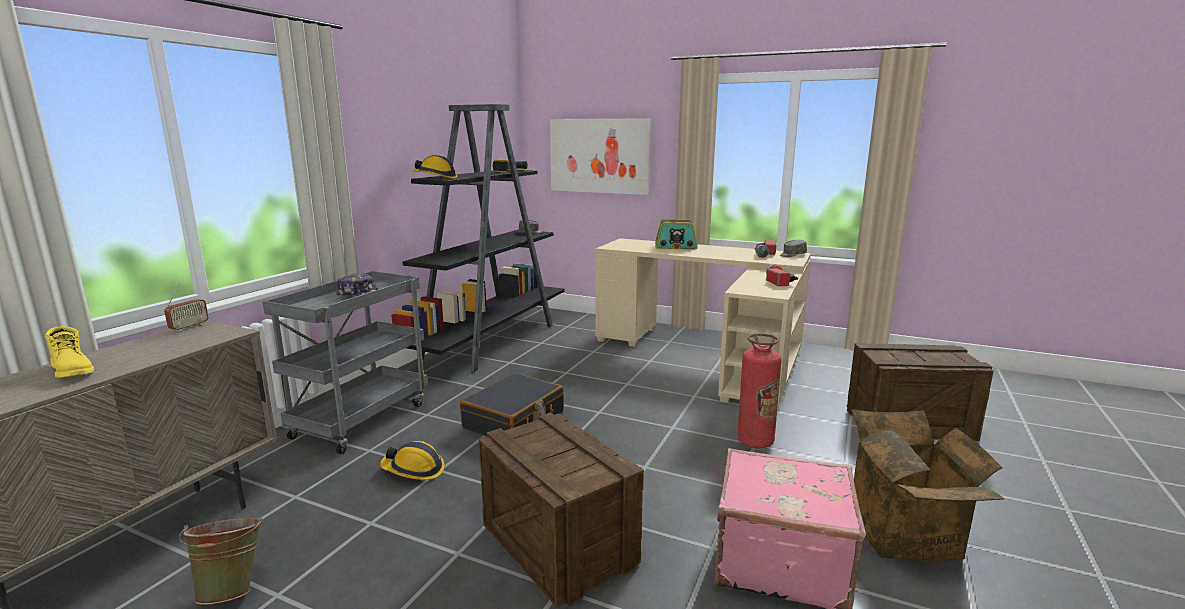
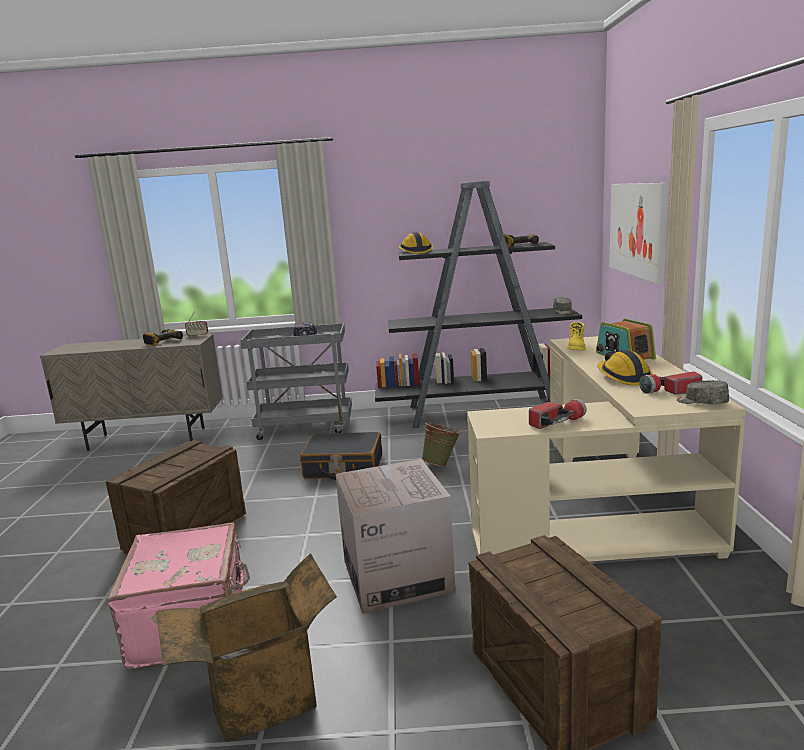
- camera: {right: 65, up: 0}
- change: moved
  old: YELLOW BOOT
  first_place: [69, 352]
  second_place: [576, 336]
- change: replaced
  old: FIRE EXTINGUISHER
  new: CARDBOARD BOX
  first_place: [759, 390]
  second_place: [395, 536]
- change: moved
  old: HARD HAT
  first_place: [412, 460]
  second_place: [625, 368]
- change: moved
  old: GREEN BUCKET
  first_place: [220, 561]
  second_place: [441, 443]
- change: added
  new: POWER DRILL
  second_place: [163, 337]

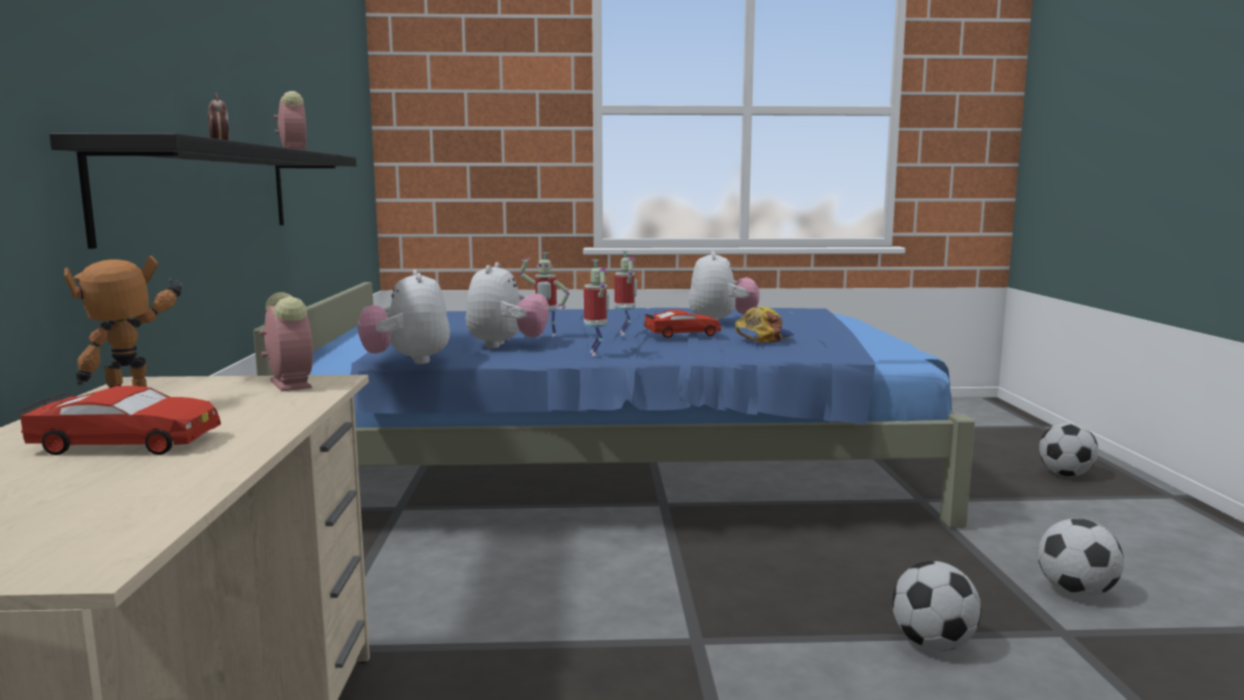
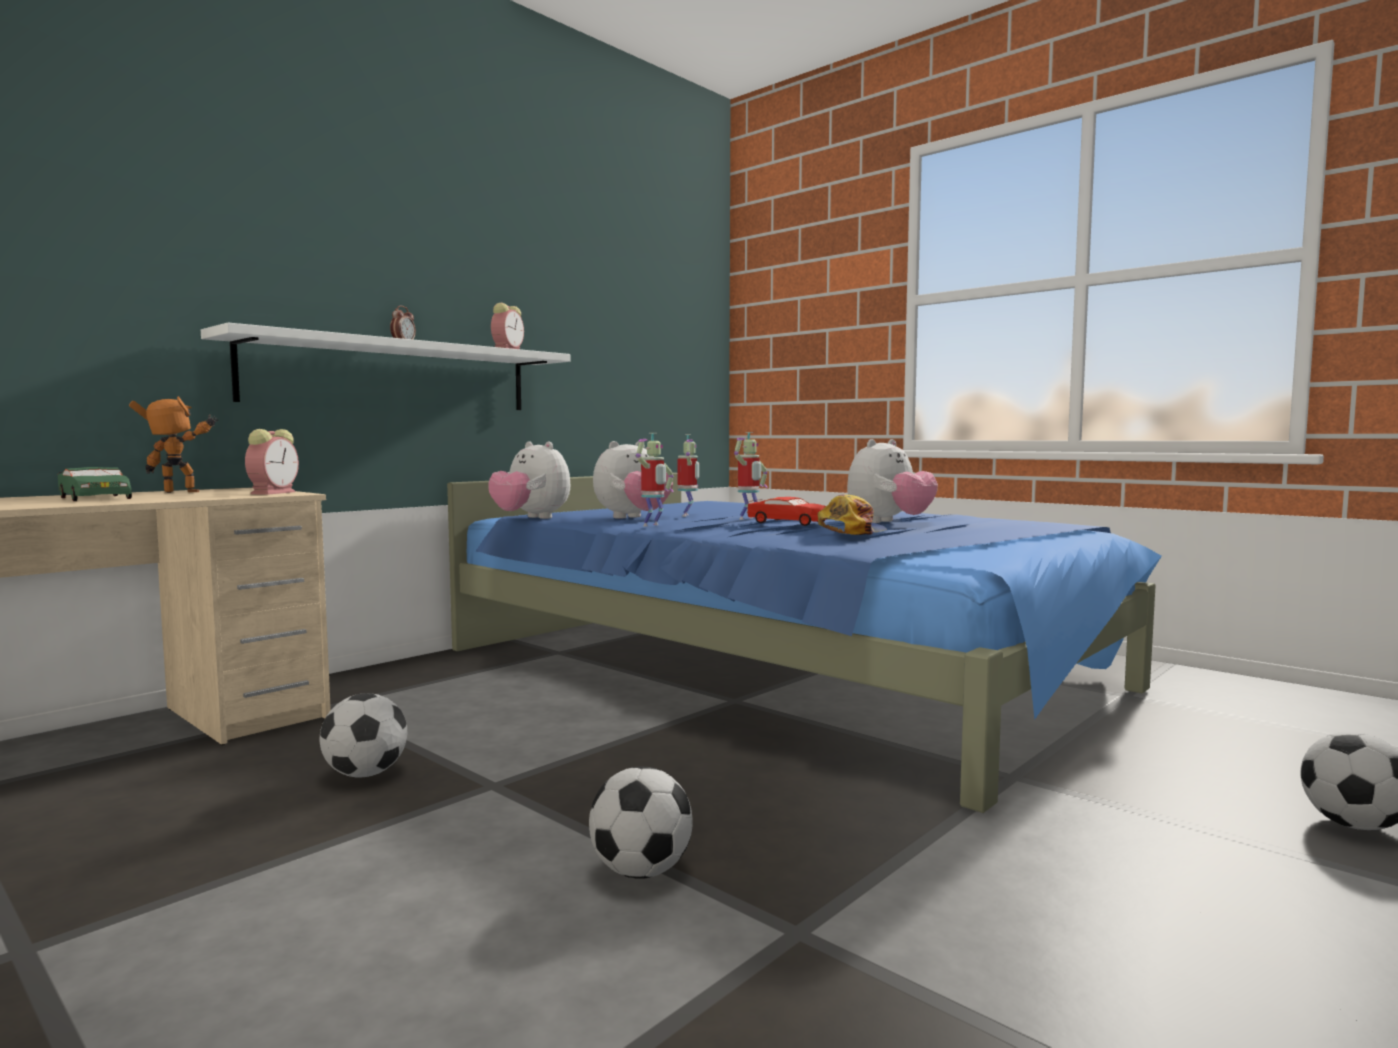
- camera: {right: 45, up: -5}
- change: recoloured
  old: BLACK SHELF
  new: WHITE SHELF
  first_place: [202, 191]
  second_place: [386, 366]
- change: turned
  old: TOY ROBOT
  first_place: [545, 294]
  second_place: [688, 475]
  degrees: -135
- change: turned
  old: PLUSH TOY
  first_place: [404, 317]
  second_place: [529, 480]
  degrees: -75
- change: turned
  old: CAP
  first_place: [764, 325]
  second_place: [852, 514]
  degrees: -45
- change: recoloured
  old: RED TOY CAR
  new: GREEN TOY CAR
  first_place: [119, 420]
  second_place: [95, 484]
- change: moved
  old: FOOTBALL
  first_place: [1081, 558]
  second_place: [363, 735]

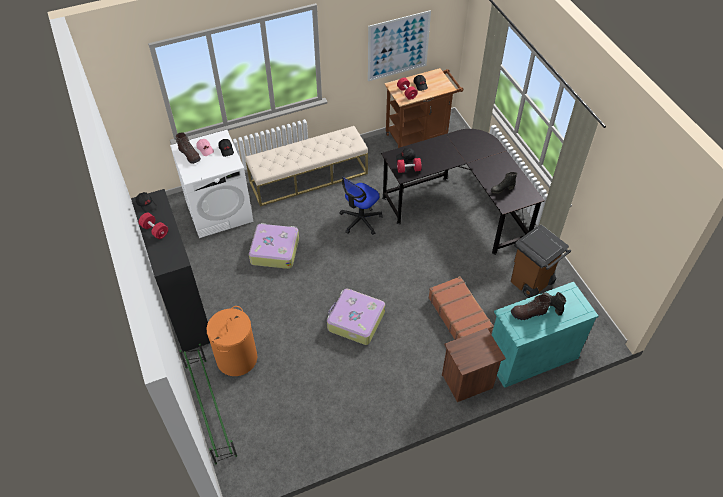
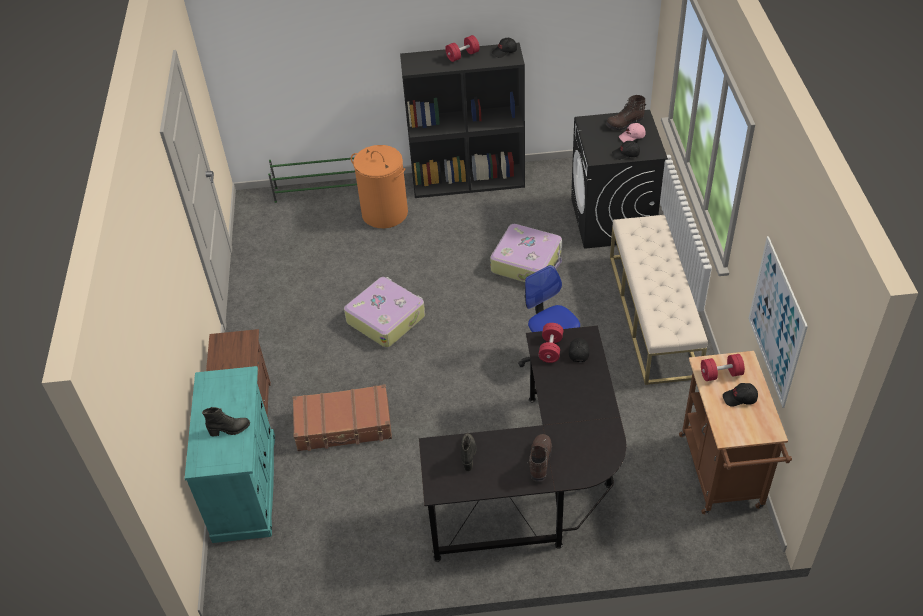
- camera: {right: 110, up: -5}
- change: recoloured
  old: WHITE WASHING MACHINE
  new: BLACK WASHING MACHINE
  first_place: [212, 184]
  second_place: [619, 179]
- change: removed
  old: BROWN TRASH CAN
  first_place: [541, 261]
- change: moved
  old: BROWN BOOT
  first_place: [531, 307]
  second_place: [539, 458]

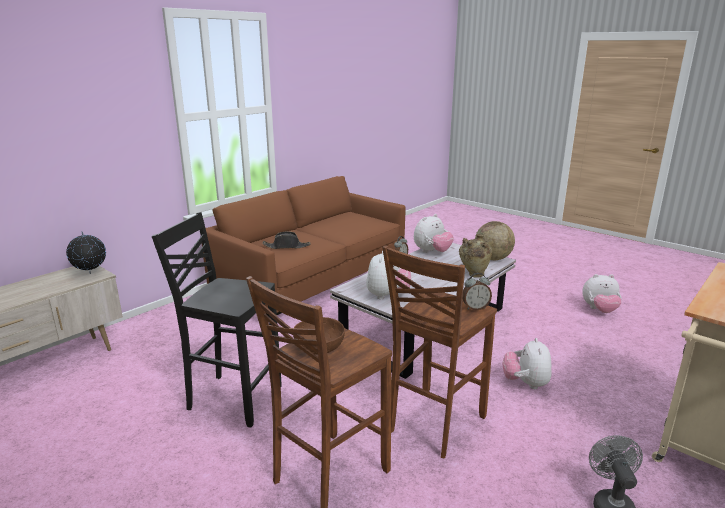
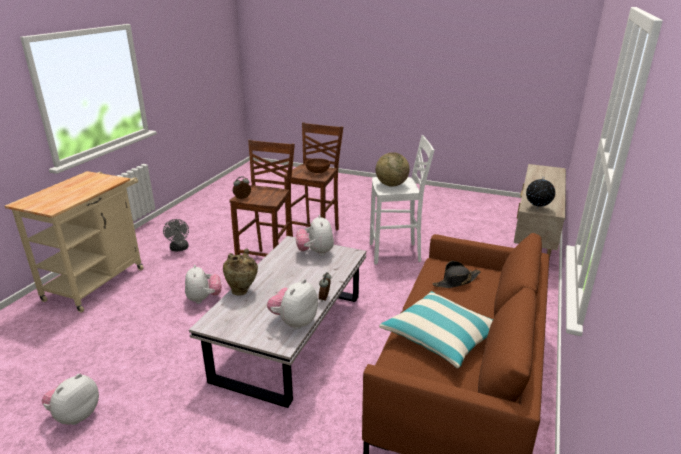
- camera: {right: 160, up: 5}
- change: recoloured
  old: BLACK STOOL
  new: WHITE STOOL
  first_place: [217, 320]
  second_place: [402, 199]
- change: moved
  old: GLOBE
  first_place: [495, 240]
  second_place: [393, 169]
- change: turned
  old: PLUSH TOY
  first_place: [602, 293]
  second_place: [70, 399]
  degrees: -45
- change: added
  new: PILLOW
  second_place: [436, 329]

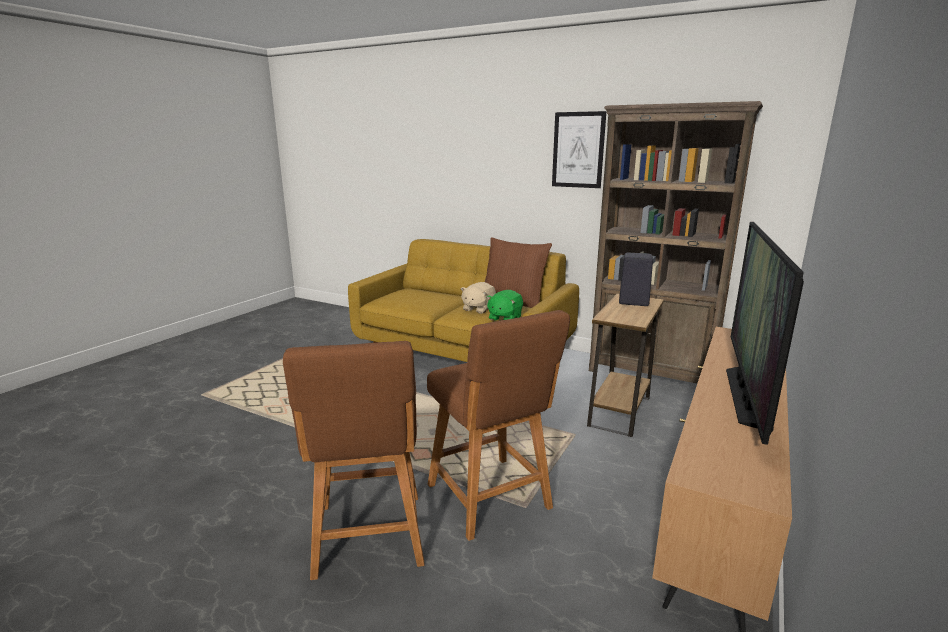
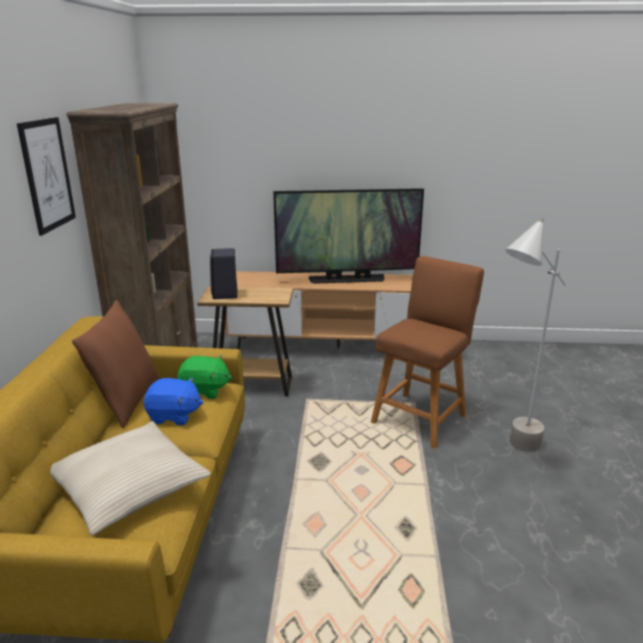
- camera: {right: -115, up: 5}
- change: recoloured
  old: BEIGE PLUSH TOY
  new: BLUE PLUSH TOY
  first_place: [478, 298]
  second_place: [173, 401]
- change: replaced
  old: BROWN STOOL
  new: GREY FLOOR LAMP
  first_place: [354, 460]
  second_place: [535, 334]
- change: added
  new: BEIGE PILLOW
  second_place: [130, 478]

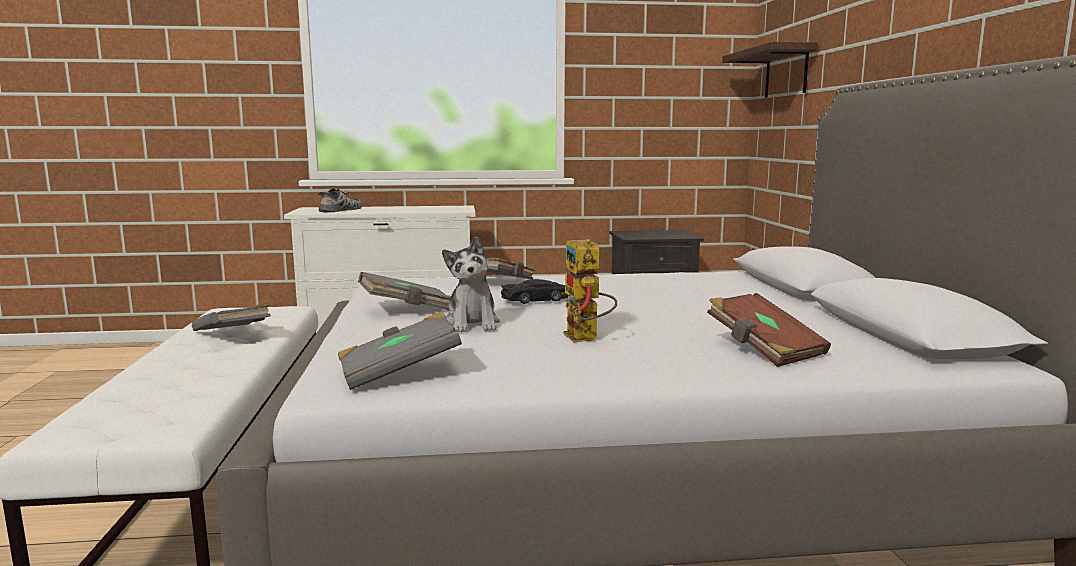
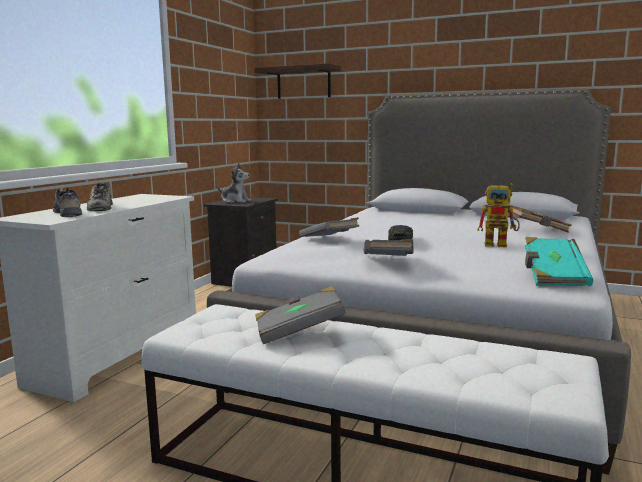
- camera: {right: -60, up: 0}
- change: moved
  old: PLUSH TOY
  first_place: [471, 284]
  second_place: [234, 183]
- change: recoloured
  old: GREY BOOK
  new: TURQUOISE BOOK
  first_place: [400, 350]
  second_place: [559, 261]
- change: added
  new: SHOE
  second_place: [100, 197]

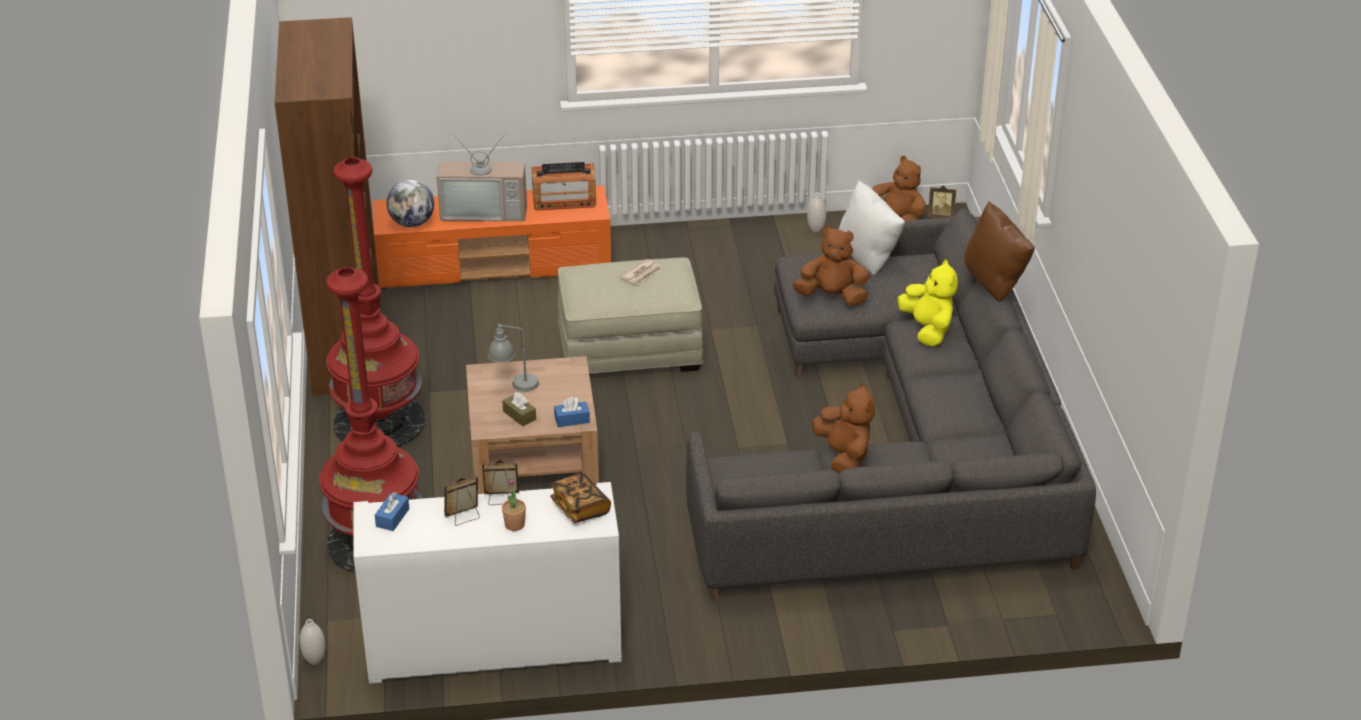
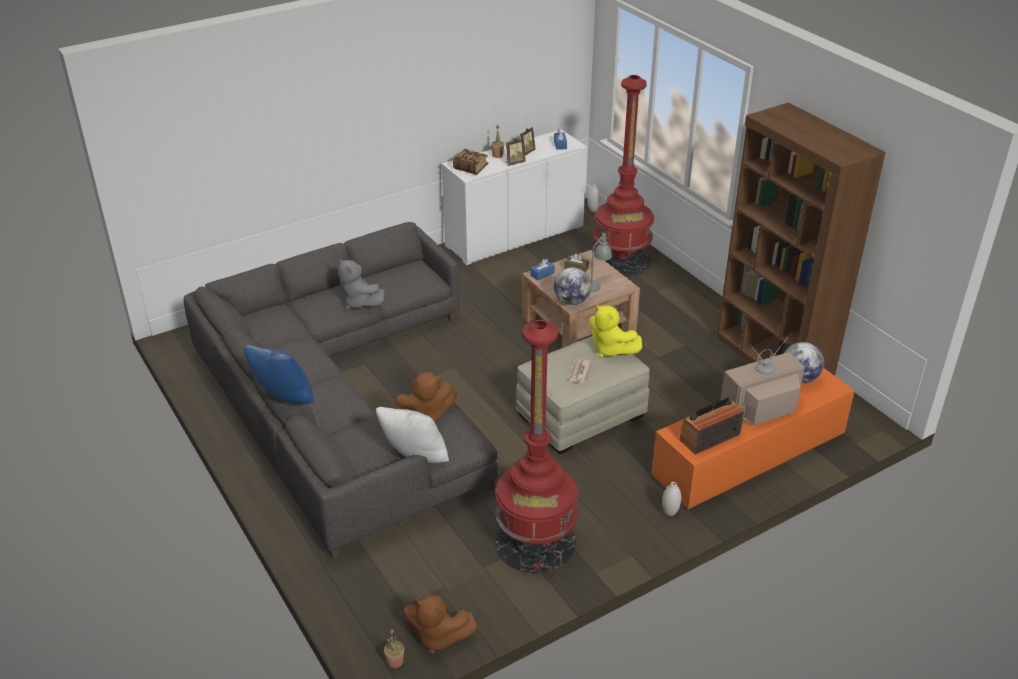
- camera: {right: 155, up: 0}
- change: moved
  old: RED FLOOR LAMP
  first_place: [376, 302]
  second_place: [536, 446]
- change: replaced
  old: PICTURE FRAME
  new: POTTED PLANT
  first_place: [942, 202]
  second_place: [394, 648]
- change: moved
  old: WHITE VASE
  first_place: [816, 213]
  second_place: [671, 499]
- change: recoloured
  old: BROWN PILLOW
  new: BLUE PILLOW
  first_place: [999, 251]
  second_place: [279, 374]
- change: moved
  old: YELLOW PLUSH TOY
  first_place: [928, 303]
  second_place: [615, 331]
- change: recoloured
  old: BROWN PLUSH TOY
  new: GREY PLUSH TOY
  first_place: [843, 428]
  second_place: [361, 283]
- change: added
  new: GLOBE
  second_place: [572, 286]

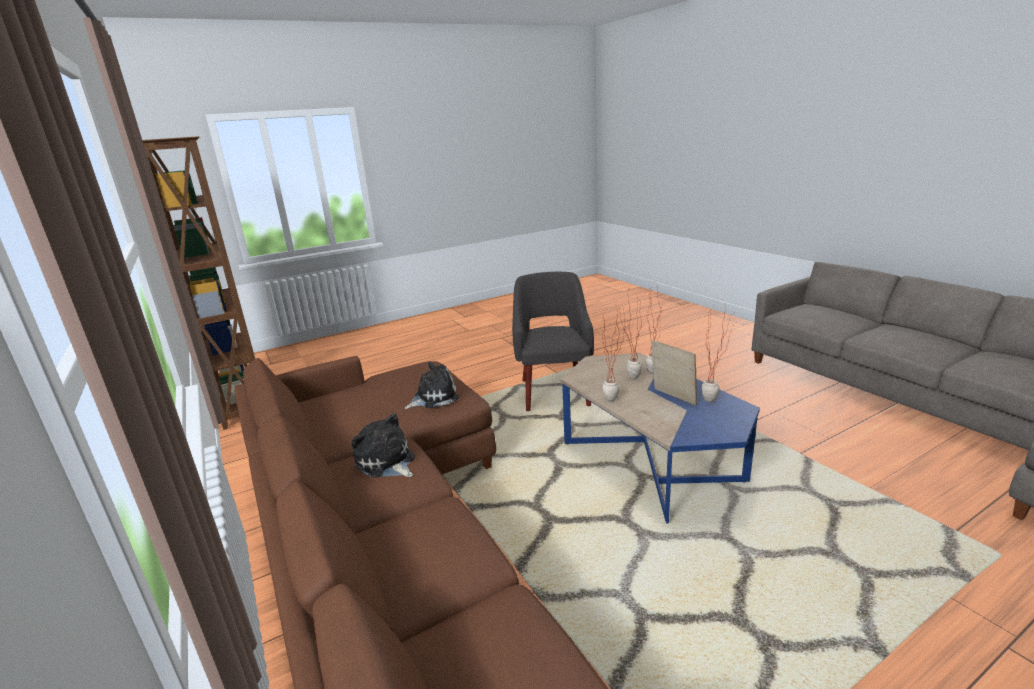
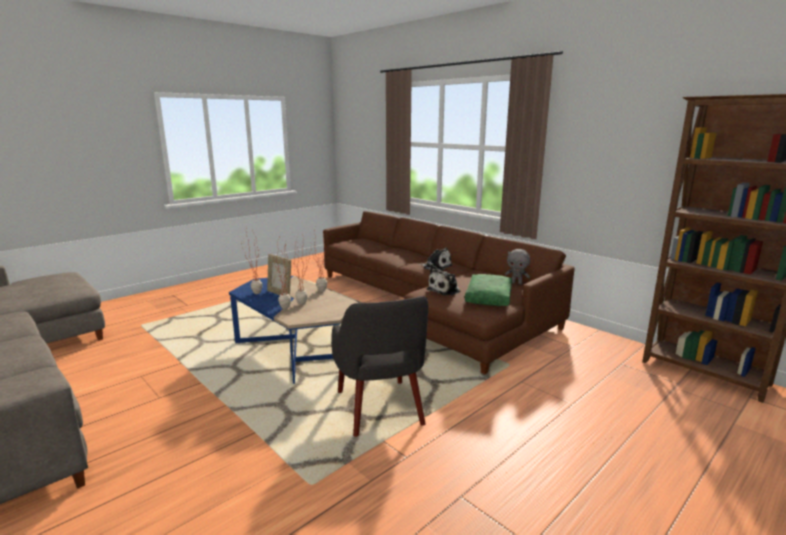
- camera: {right: 165, up: -5}
- change: added
  new: GREY PLUSH TOY
  second_place: [517, 266]
- change: added
  new: GREEN PILLOW
  second_place: [488, 290]

